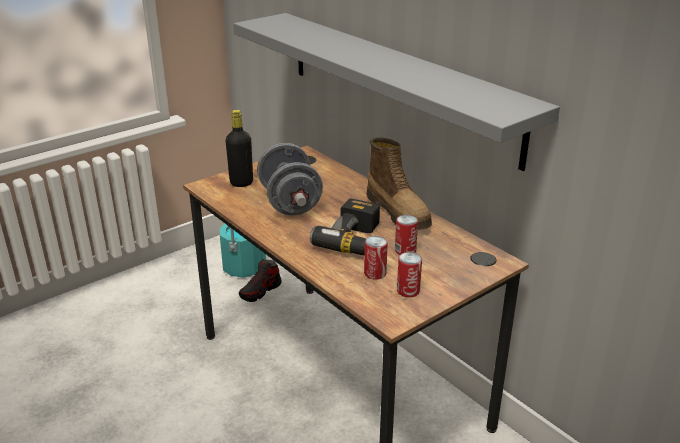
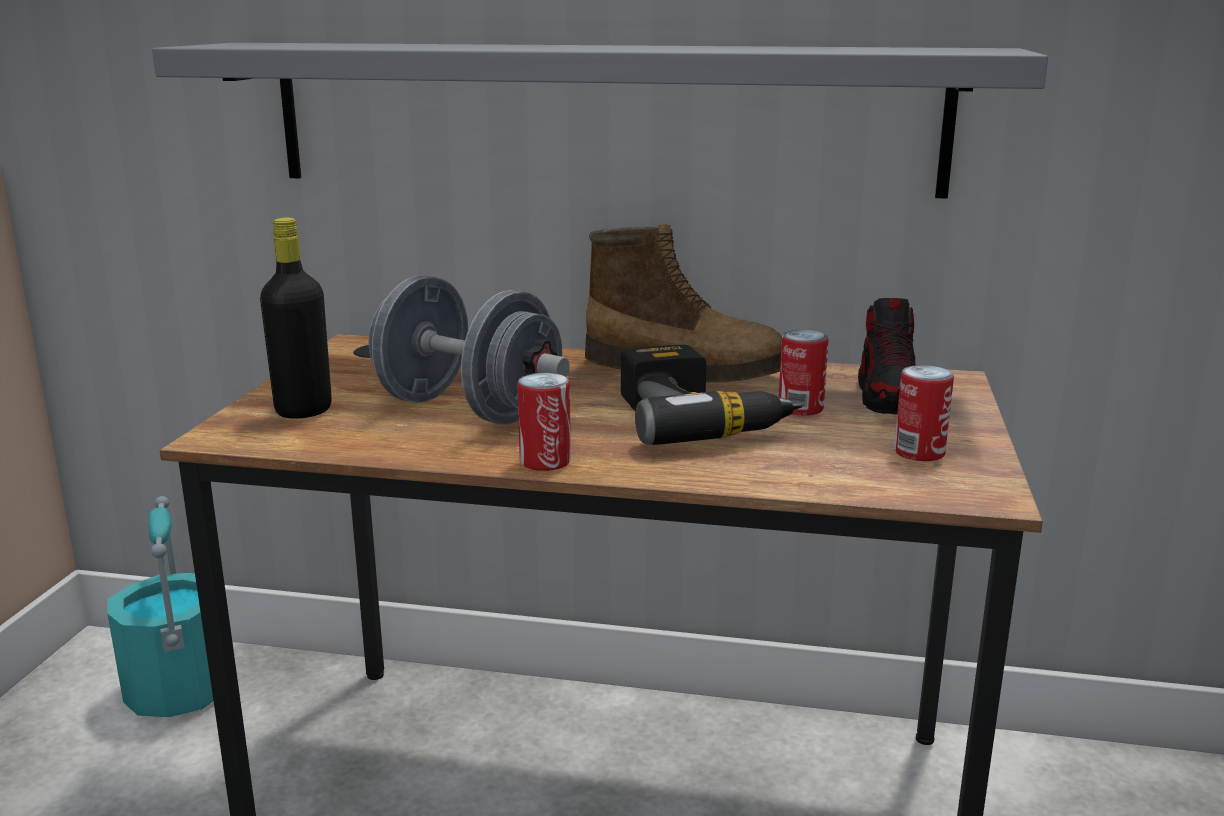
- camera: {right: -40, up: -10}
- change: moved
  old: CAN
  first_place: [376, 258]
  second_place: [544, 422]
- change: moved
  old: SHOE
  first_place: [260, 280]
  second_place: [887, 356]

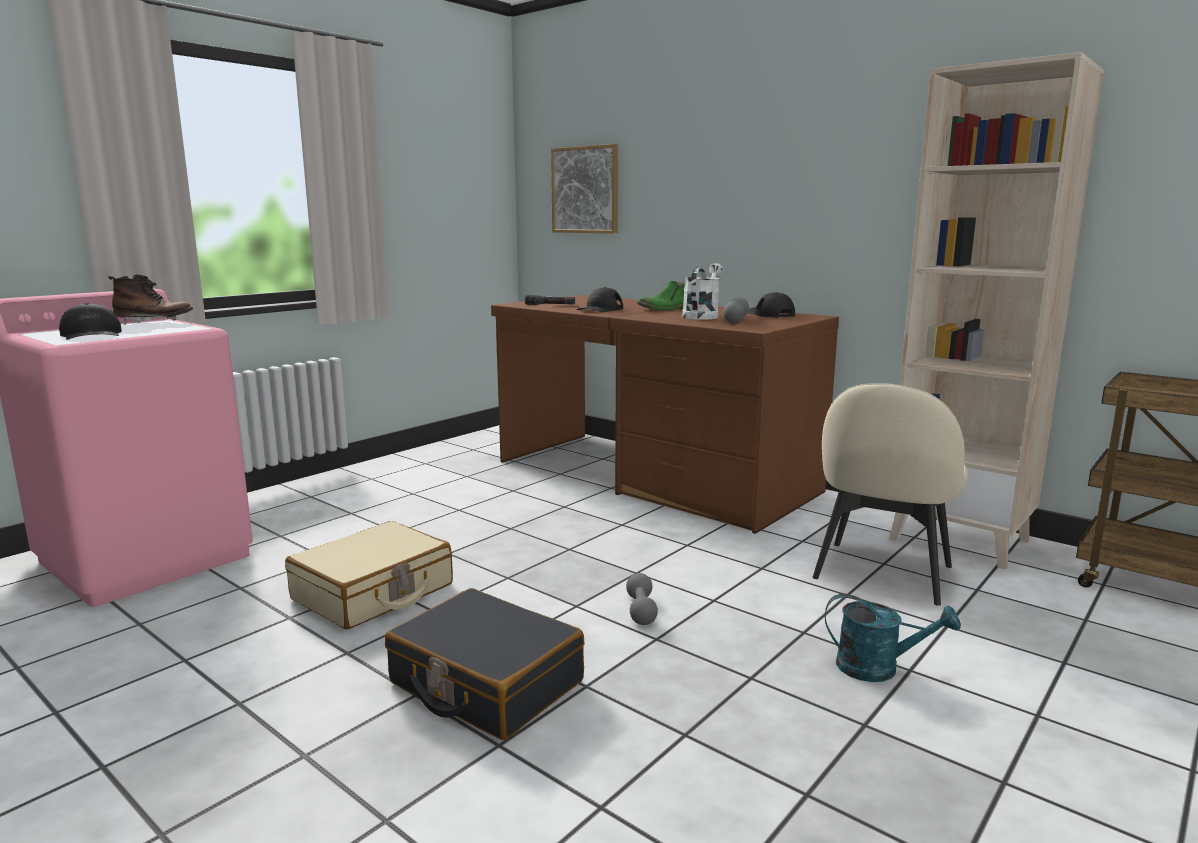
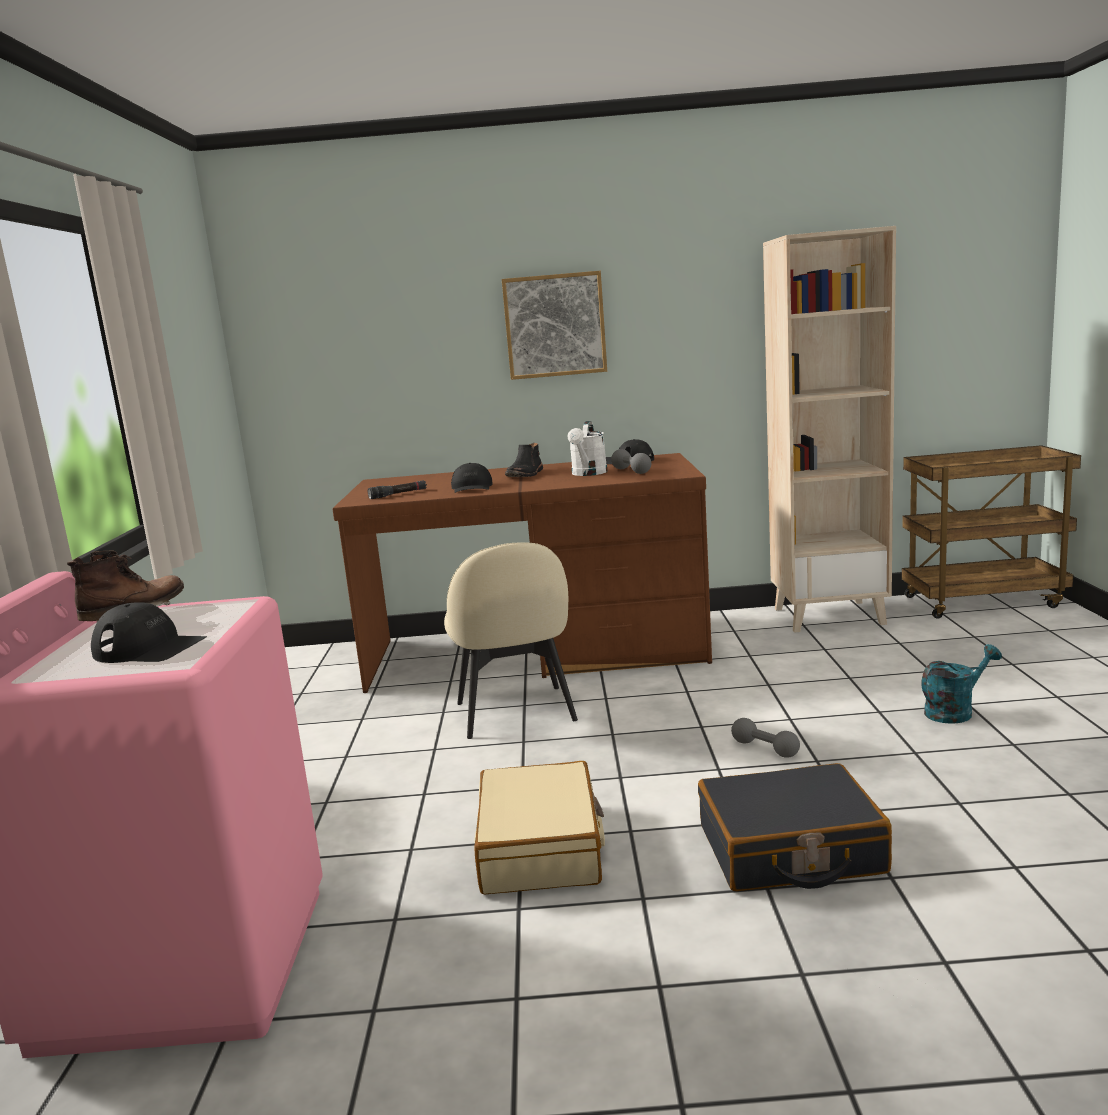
- camera: {right: -40, up: 0}
- change: moved
  old: PICTURE
  first_place: [584, 189]
  second_place: [554, 325]
- change: turned
  old: WHITE WATERING CAN
  first_place: [703, 291]
  second_place: [587, 448]
  degrees: -150
- change: recoloured
  old: GREEN BOOT
  new: BLACK BOOT
  first_place: [661, 295]
  second_place: [524, 460]
- change: moved
  old: BEIGE CHAIR
  first_place: [890, 494]
  second_place: [511, 641]

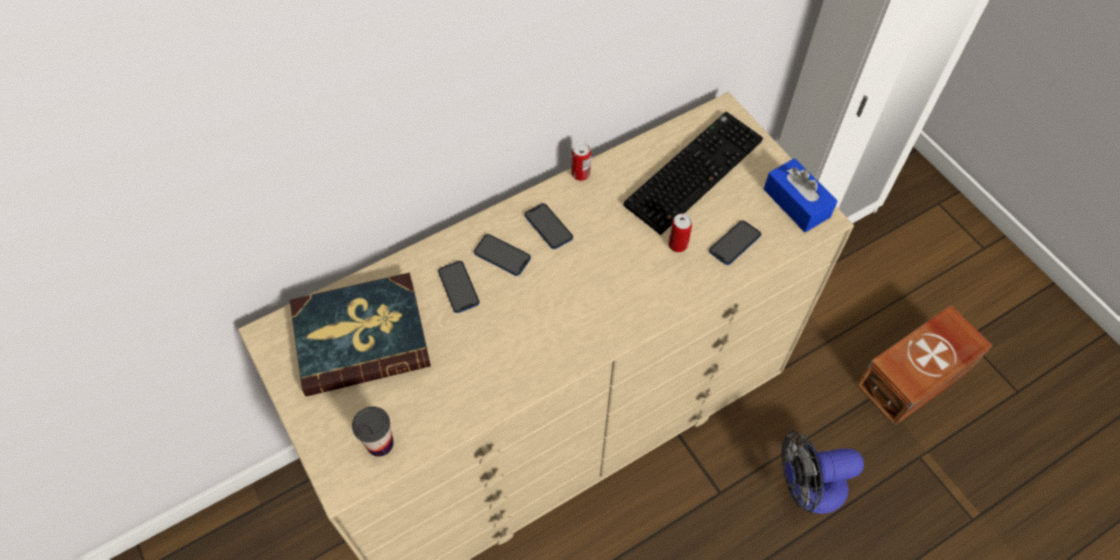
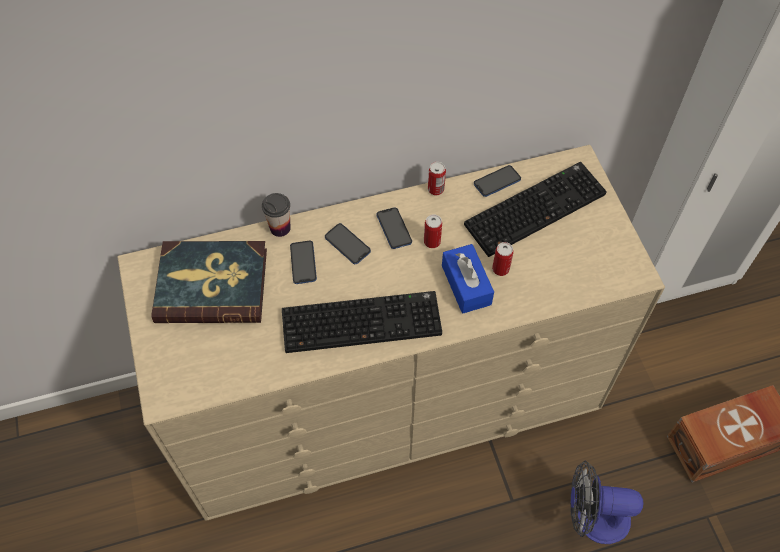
- camera: {right: 15, up: 0}
- change: moved
  old: BLUE TISSUE BOX
  first_place: [801, 195]
  second_place: [468, 279]
- change: moved
  old: PHONE
  first_place: [735, 242]
  second_place: [497, 181]
- change: moved
  old: CUP
  first_place: [373, 431]
  second_place: [276, 215]
- change: added
  new: CAN
  second_place: [433, 231]
- change: added
  new: KEYBOARD
  second_place: [362, 322]

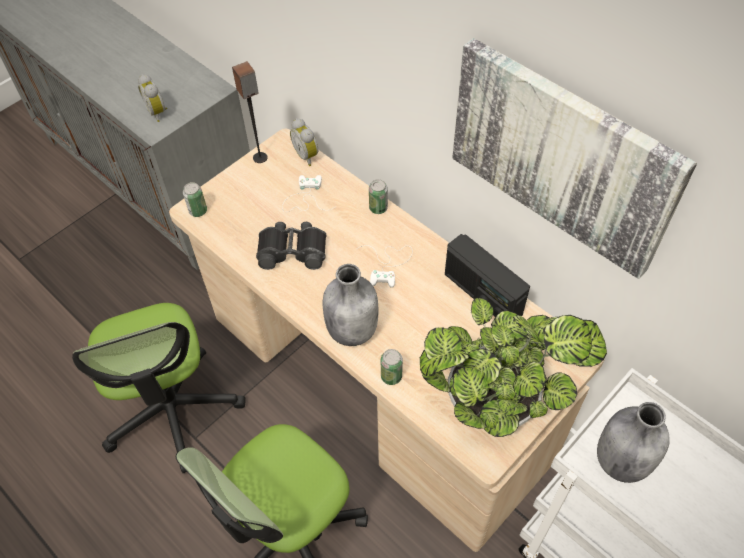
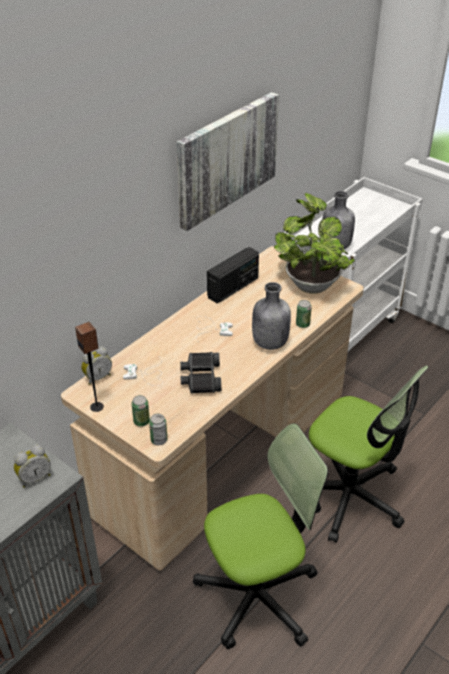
- camera: {right: -95, up: -15}
- change: moved
  old: CAN
  first_place: [378, 196]
  second_place: [141, 411]

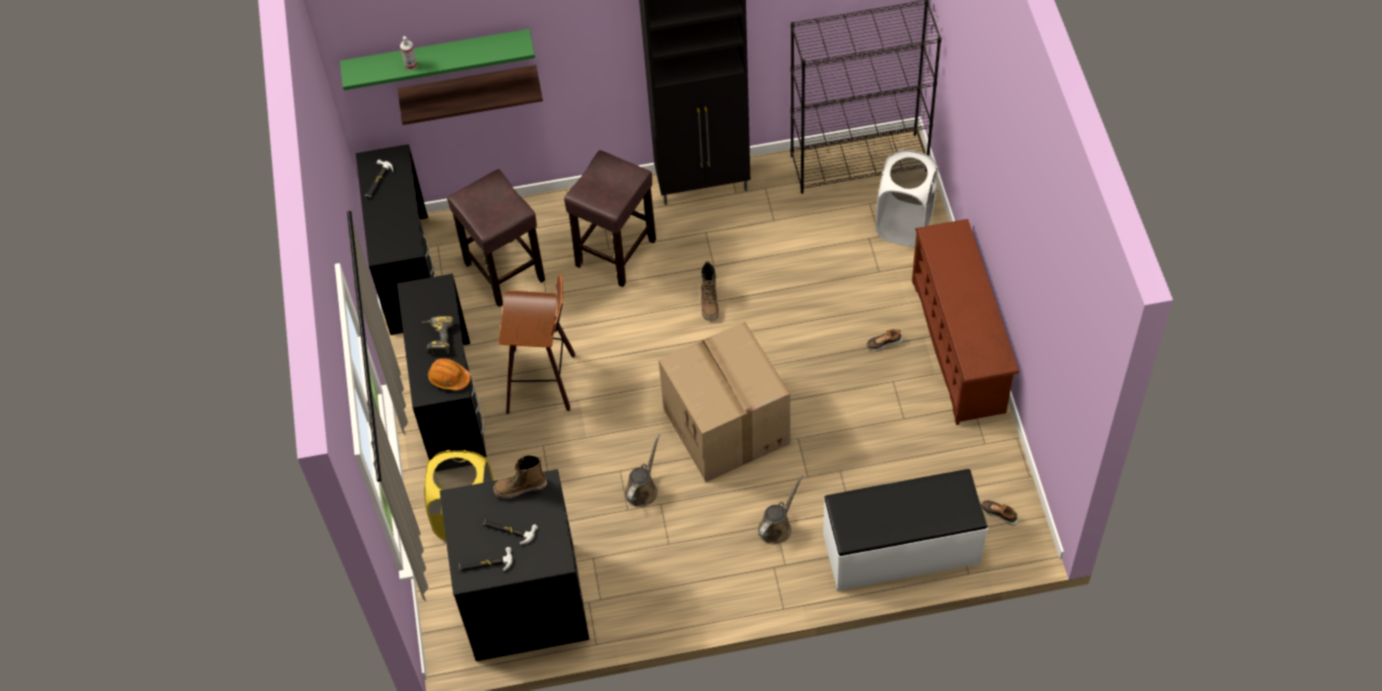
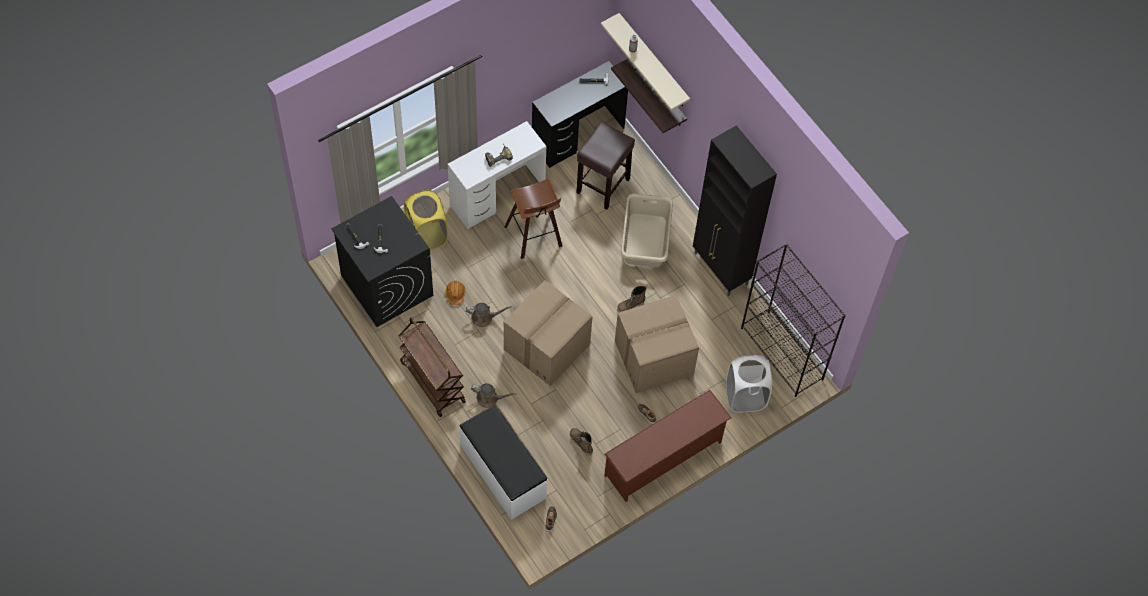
- camera: {right: 60, up: 5}
- change: recoloured
  old: GREEN SHELF
  new: BEIGE SHELF
  first_place: [437, 59]
  second_place: [645, 61]
- change: replaced
  old: BROWN STOOL
  new: BEIGE LAUNDRY BASKET
  first_place: [610, 218]
  second_place: [647, 230]
- change: recoloured
  old: BLACK DESK
  new: WHITE DESK
  first_place: [442, 367]
  second_place: [497, 175]
- change: moved
  old: ORANGE HARD HAT
  first_place: [449, 374]
  second_place: [455, 293]
- change: moved
  old: BOOT
  first_place: [520, 477]
  second_place: [581, 442]
- change: added
  new: CARDBOARD BOX
  second_place: [657, 344]
- change: added
  new: BROWN CART
  second_place: [432, 367]

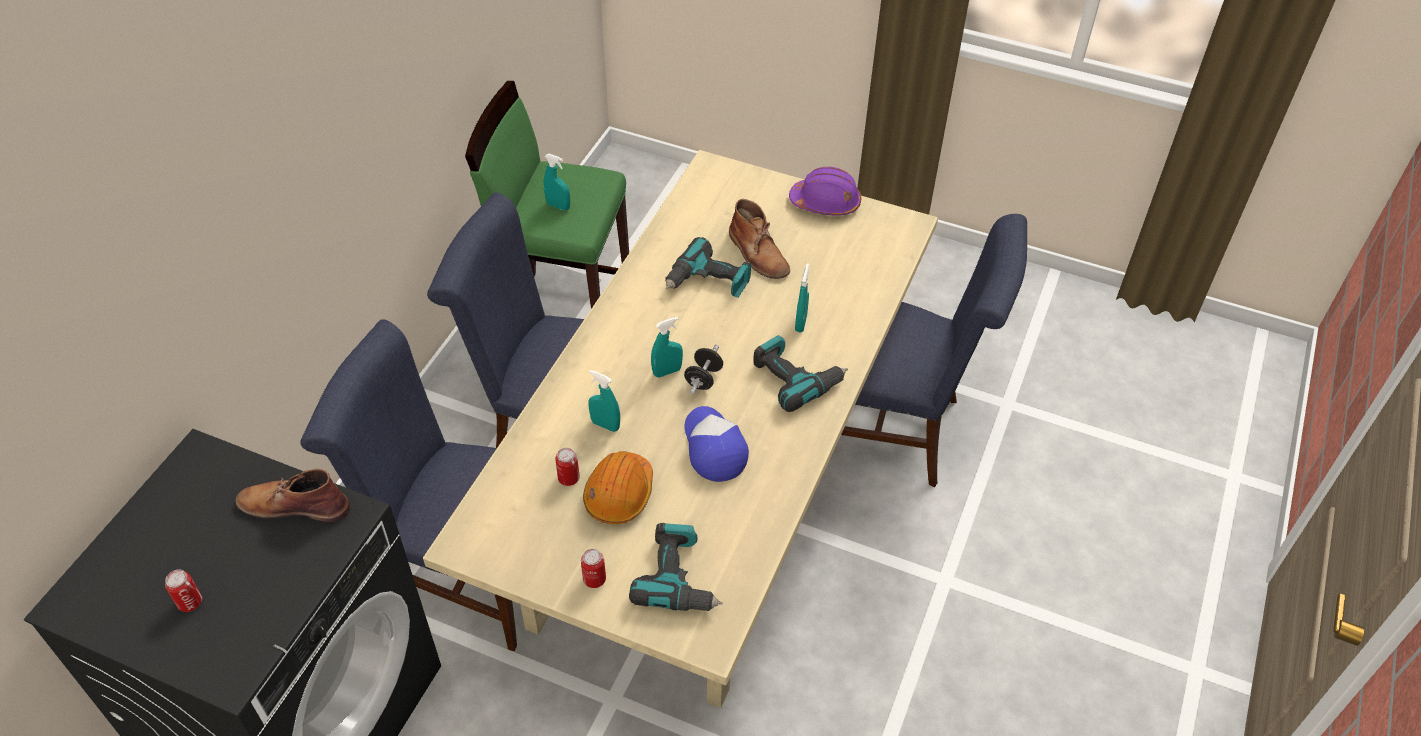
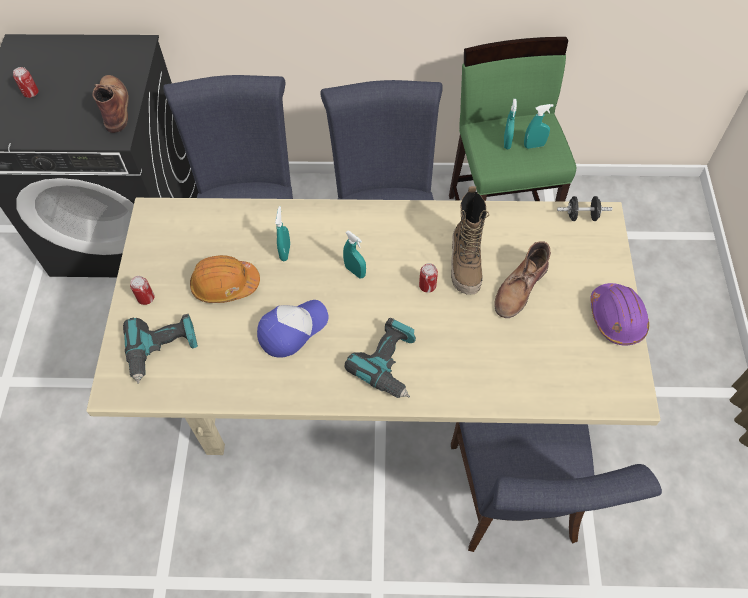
- camera: {right: 70, up: 10}
- change: replaced
  old: POWER DRILL
  new: BOOT
  first_place: [708, 267]
  second_place: [470, 240]
- change: moved
  old: TURQUOISE SPRAY BOTTLE
  first_place: [802, 298]
  second_place: [539, 126]
- change: moved
  old: BLACK DUMBBELL
  first_place: [703, 370]
  second_place: [584, 208]
- change: moved
  old: CAN
  first_place: [567, 467]
  second_place: [428, 278]

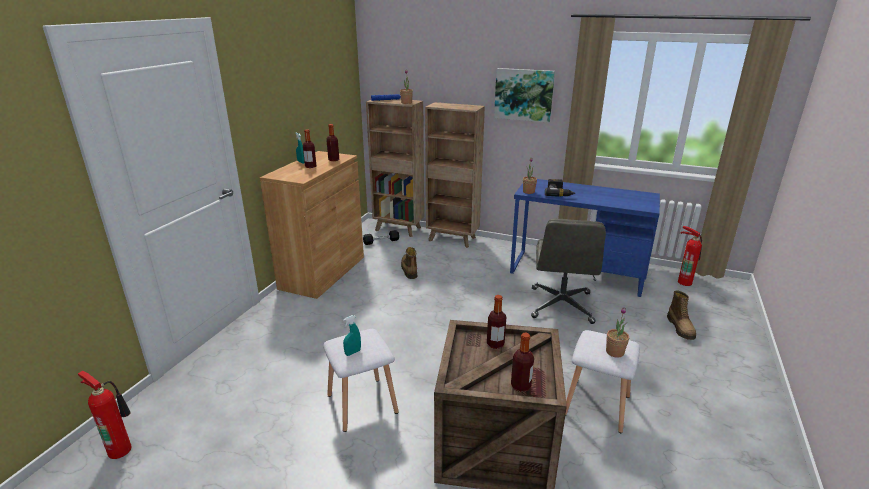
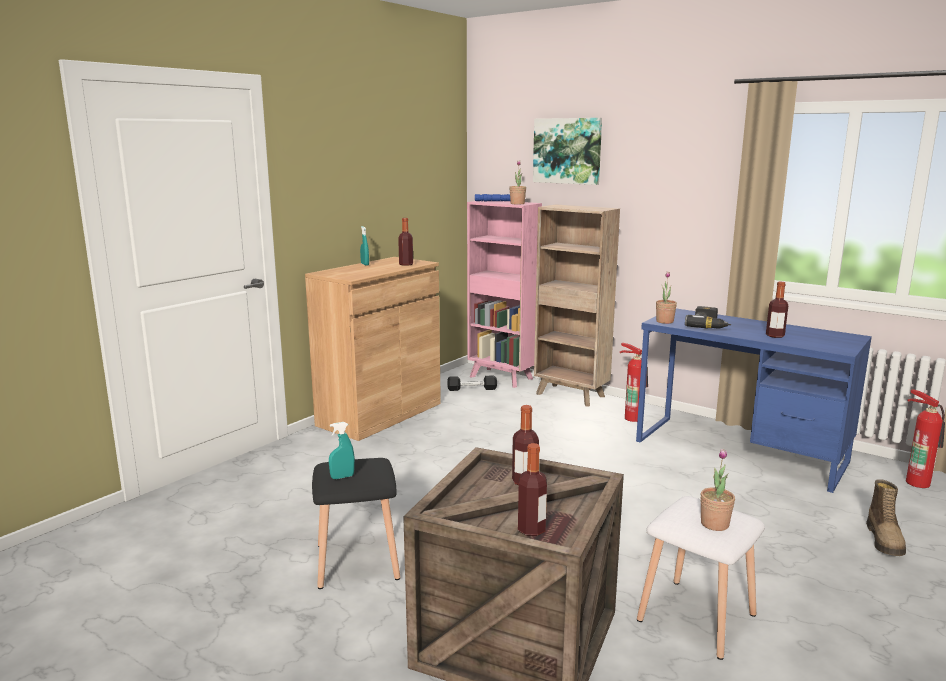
- camera: {right: 15, up: -10}
- change: moved
  old: PICTURE
  first_place: [524, 95]
  second_place: [567, 151]
- change: recoloured
  old: BROWN BOOKCASE
  new: PINK BOOKCASE
  first_place: [395, 168]
  second_place: [504, 294]
- change: moved
  old: BOTTLE
  first_place: [309, 148]
  second_place: [777, 310]
- change: removed
  old: GREY OFFICE CHAIR
  first_place: [568, 271]
- change: removed
  old: BOOT
  first_place: [409, 263]
- change: recoloured
  old: WHITE STOOL
  new: BLACK STOOL
  first_place: [361, 380]
  second_place: [356, 523]
- change: moved
  old: FIRE EXTINGUISHER
  first_place: [105, 415]
  second_place: [634, 382]

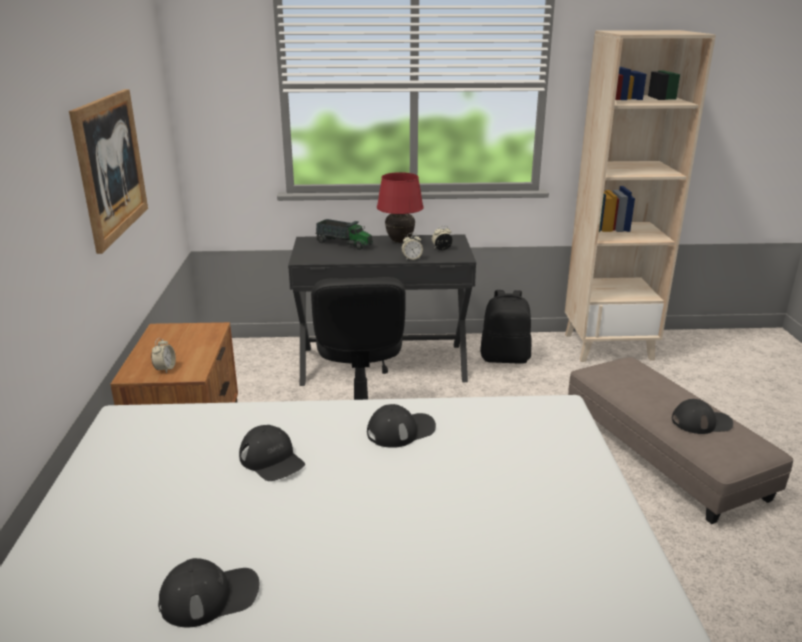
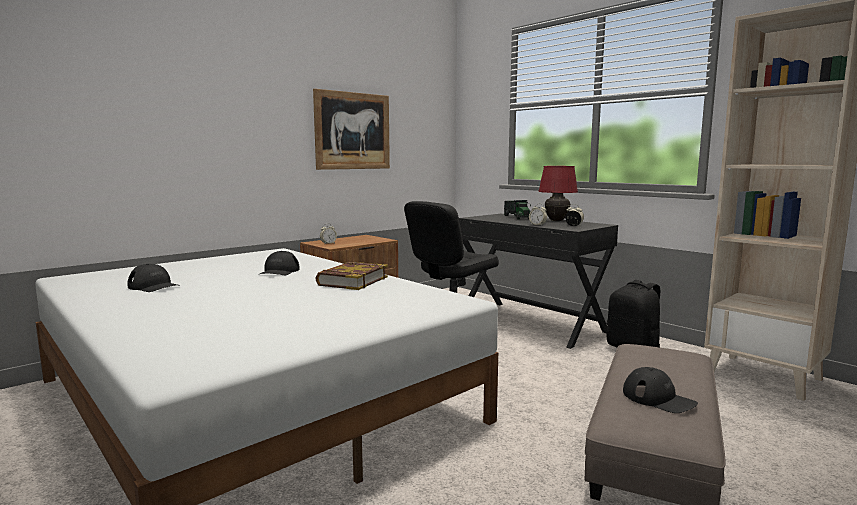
- camera: {right: 50, up: -15}
- change: replaced
  old: BLACK CAP
  new: BOOK
  first_place: [401, 426]
  second_place: [351, 276]

